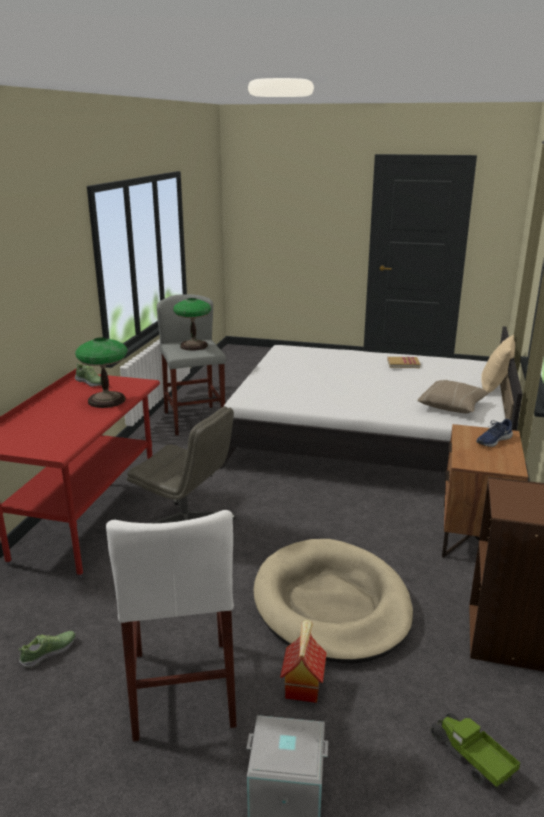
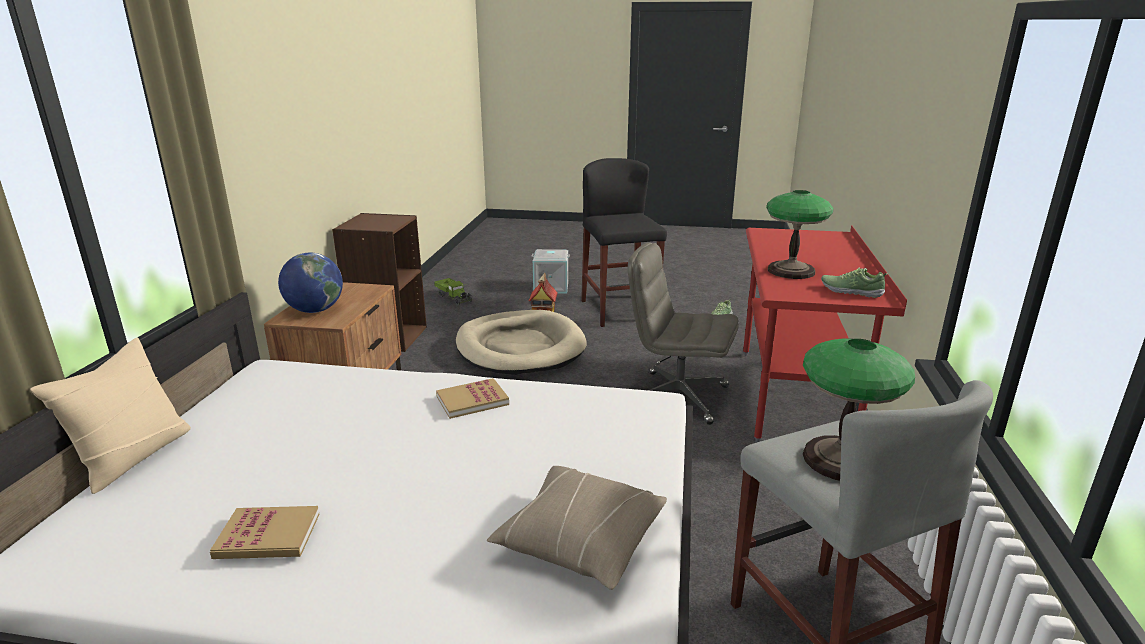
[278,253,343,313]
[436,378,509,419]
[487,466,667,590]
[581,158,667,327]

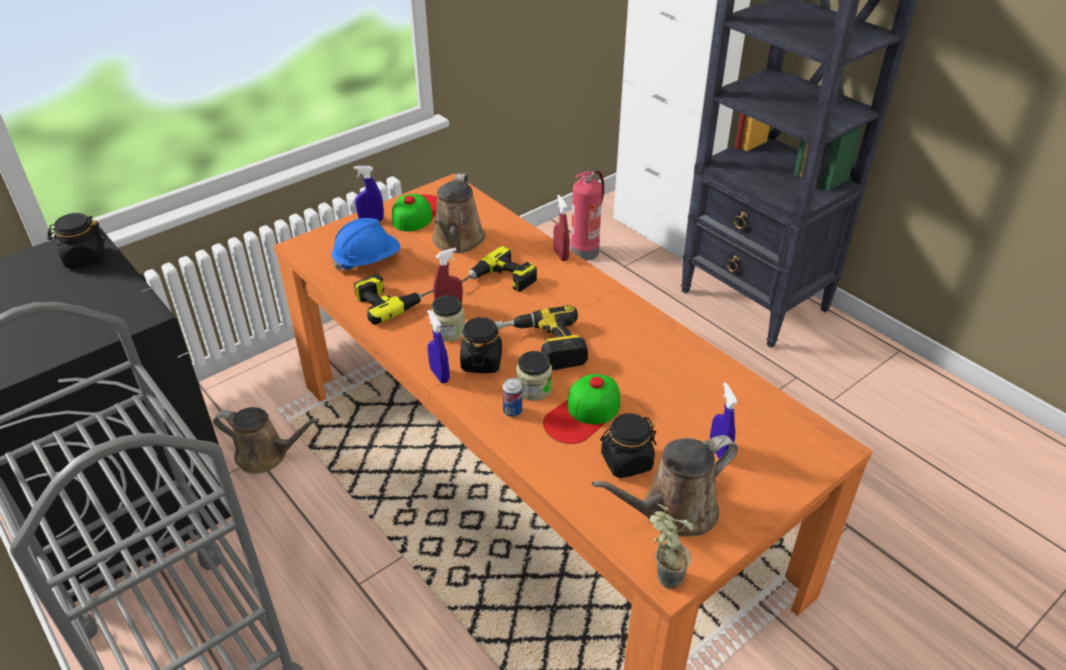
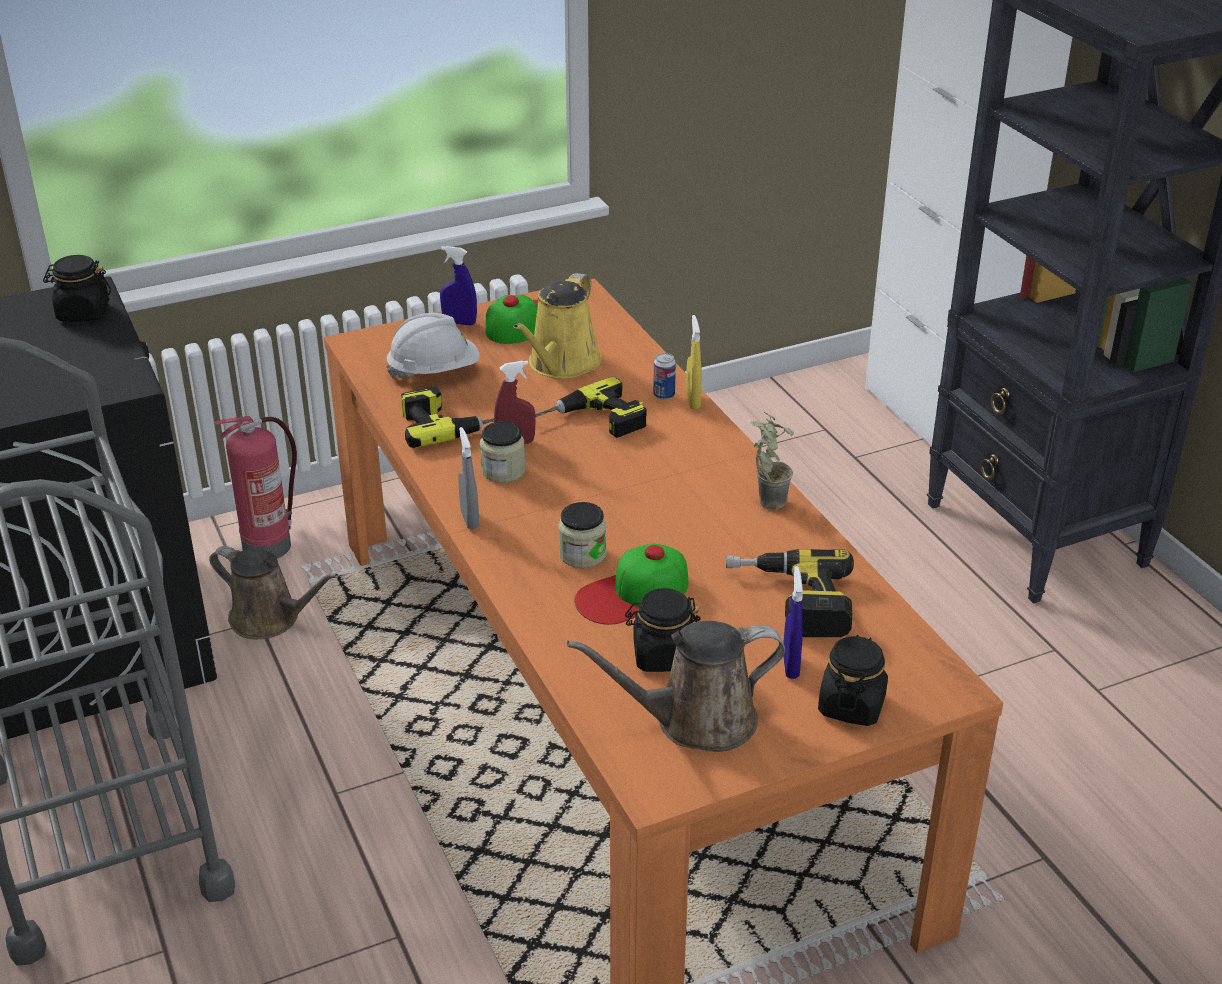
[215,416,297,559]
[386,313,480,379]
[458,427,479,529]
[513,273,602,379]
[653,353,676,400]
[686,315,702,409]
[726,549,854,637]
[751,412,794,510]
[818,635,888,726]

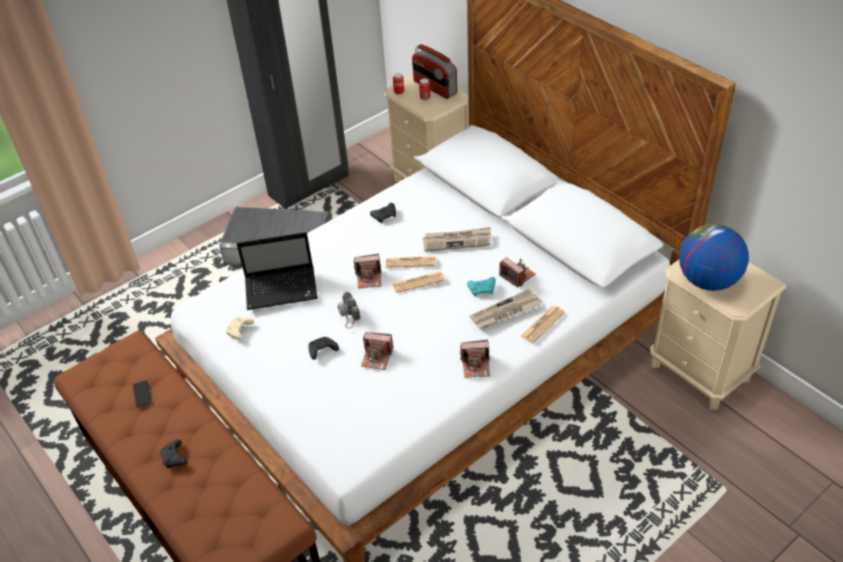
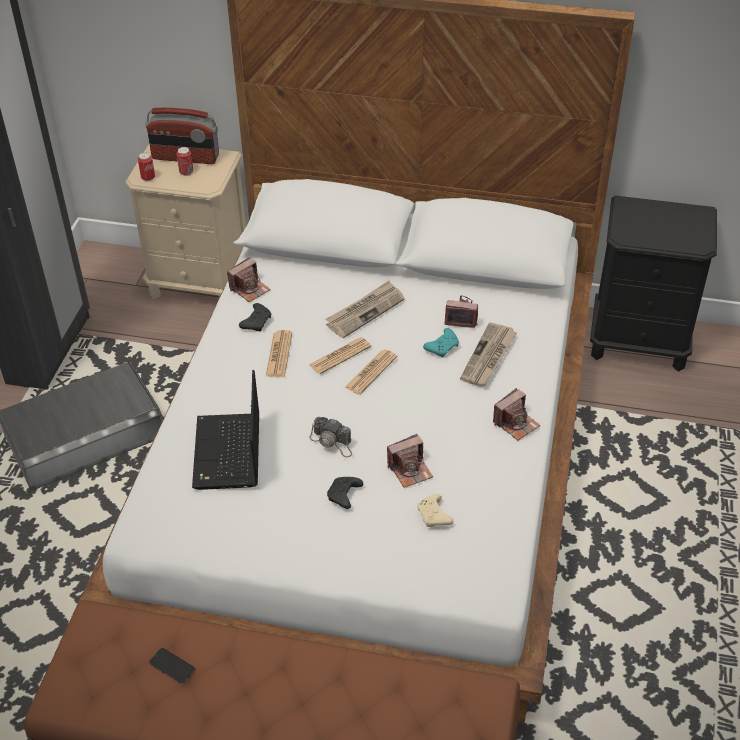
[192,370,259,490]
[227,257,271,302]
[266,330,292,378]
[417,494,453,527]
[590,195,717,372]
[160,439,188,468] (first image)
[679,224,749,291] (first image)

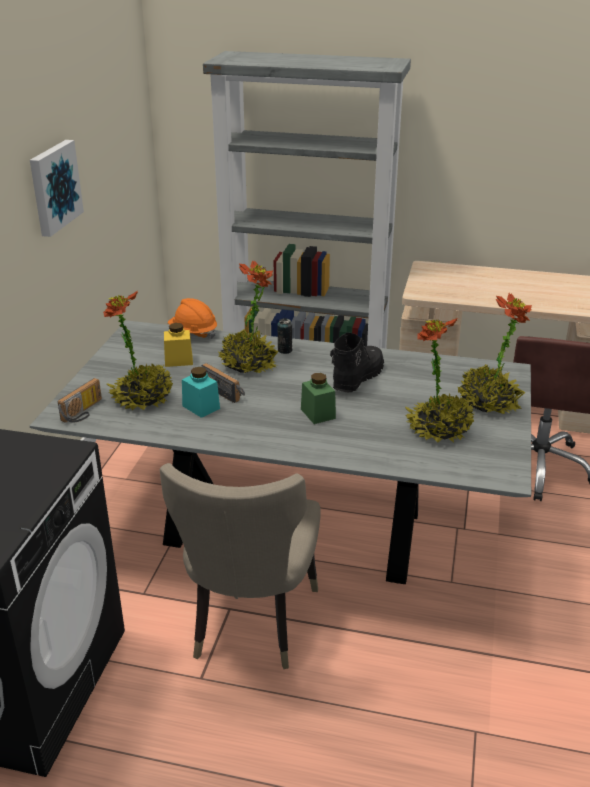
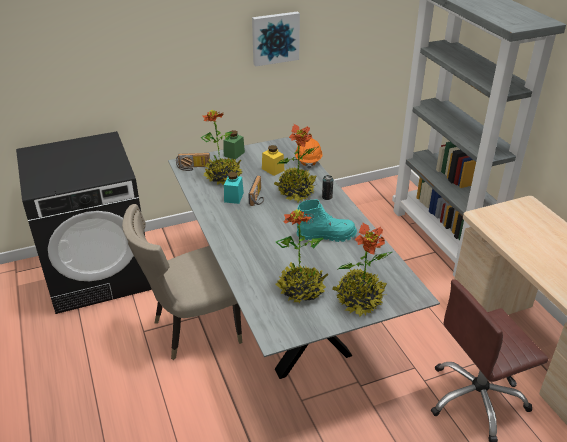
[224,130,245,160]
[296,199,357,242]

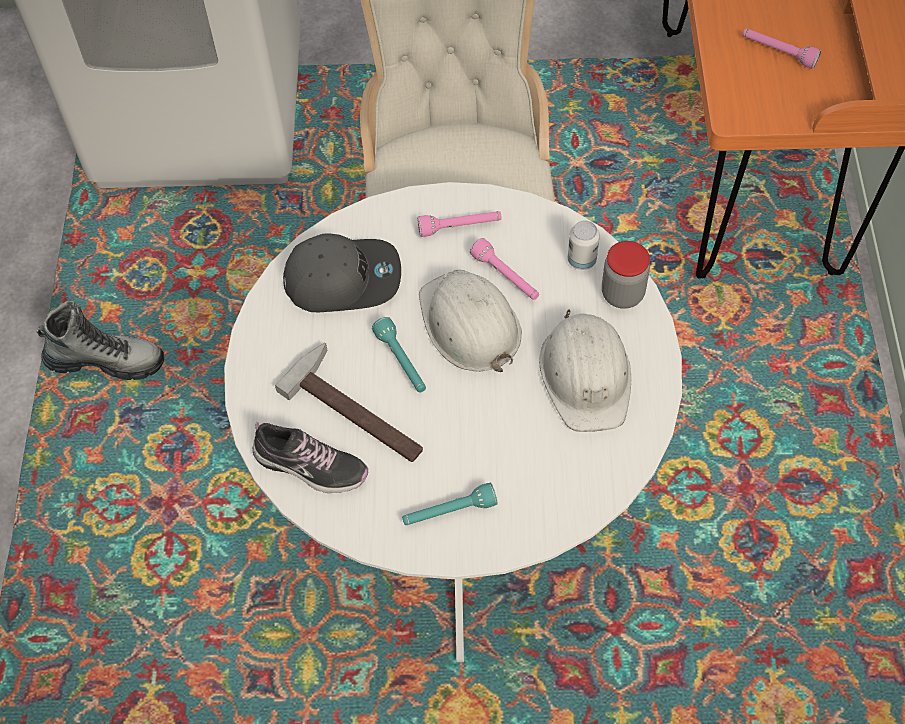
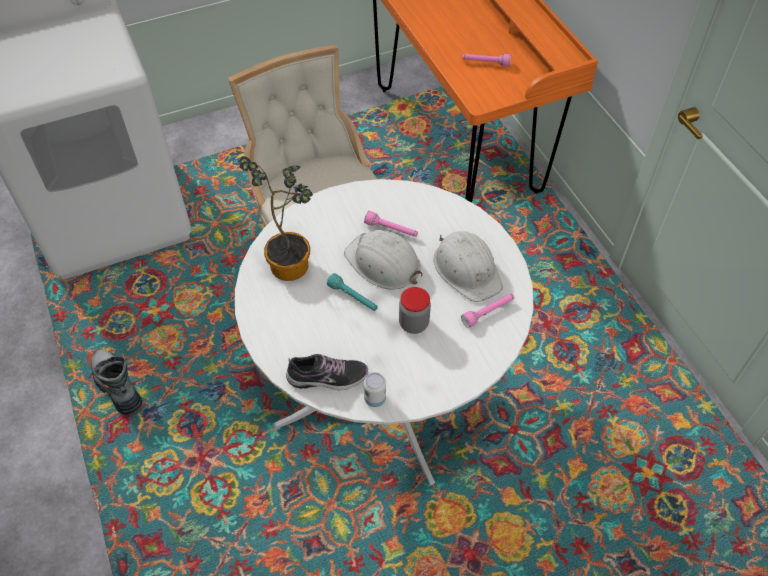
[91,348,142,415]
[240,156,313,281]
[364,372,386,407]
[399,287,431,334]
[461,294,515,328]
[275,343,423,462] (first image)
[402,483,497,525] (first image)

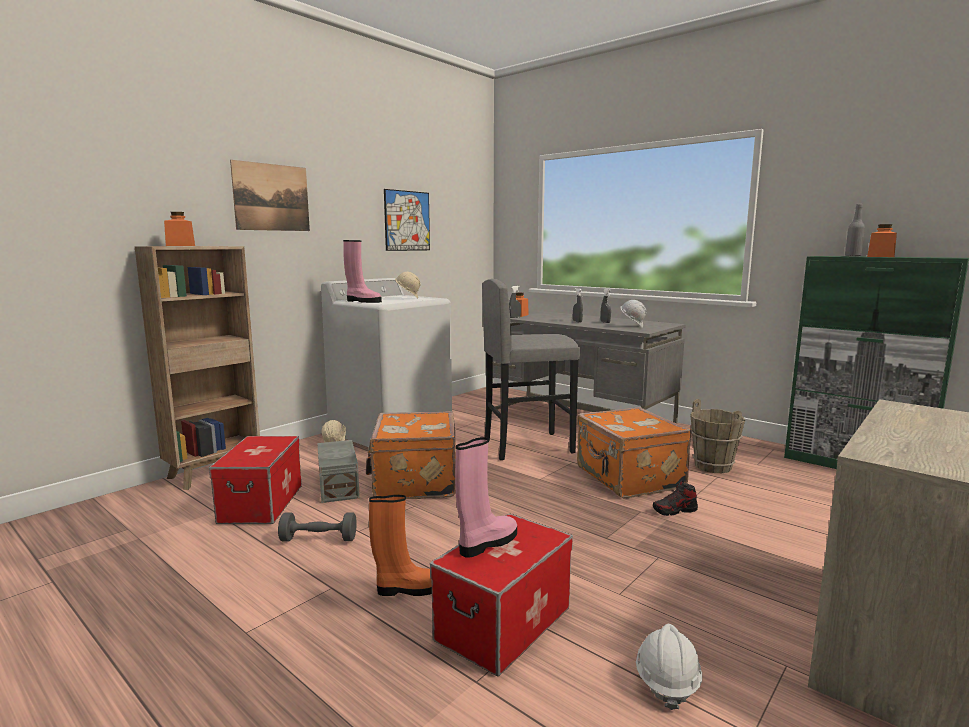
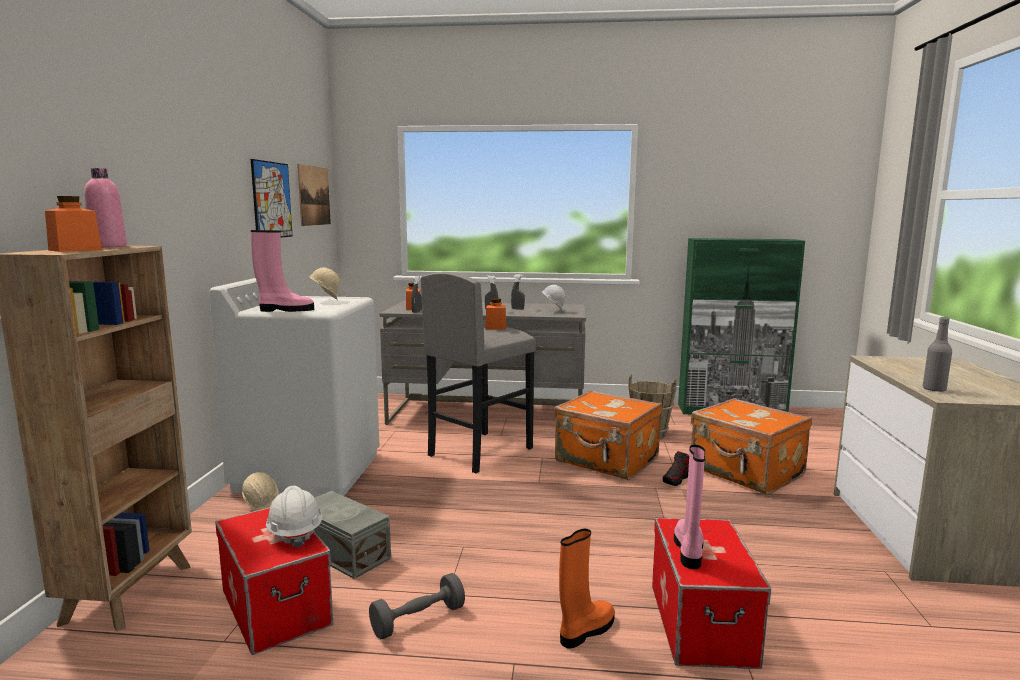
[84,168,127,247]
[266,486,322,548]
[297,164,331,226]
[485,298,506,330]
[691,398,812,495]
[923,317,952,392]

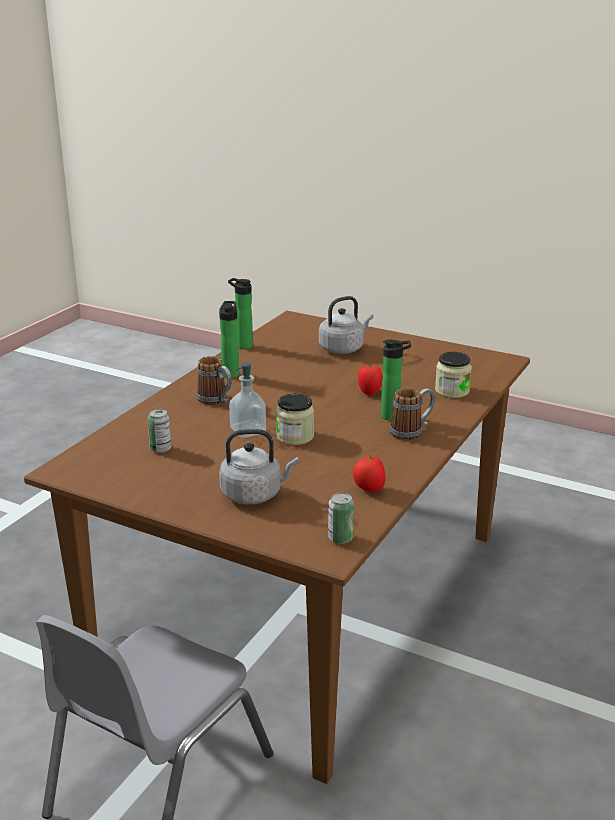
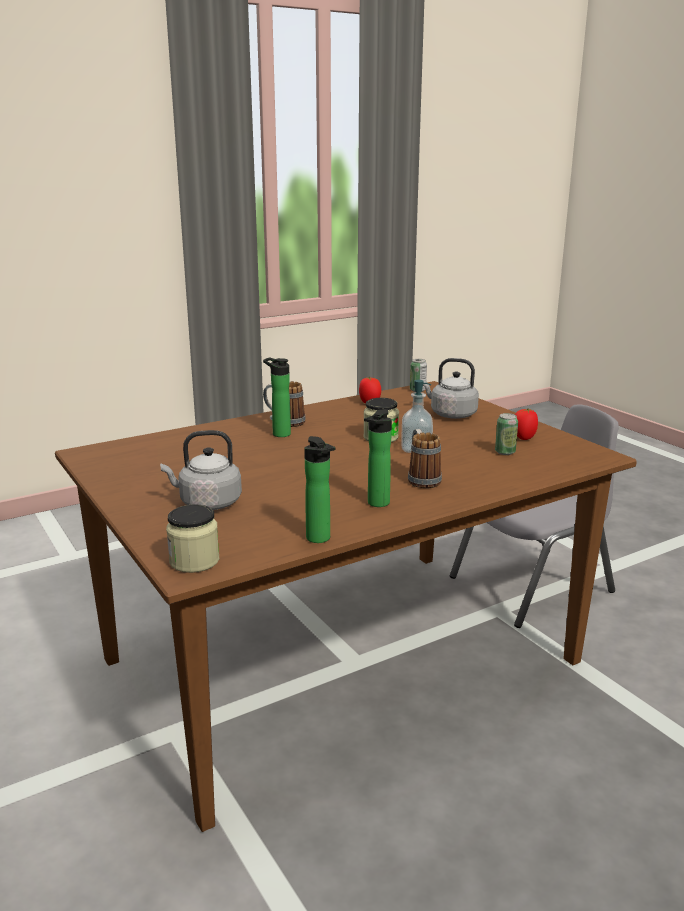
[166,504,219,573]
[515,409,538,440]

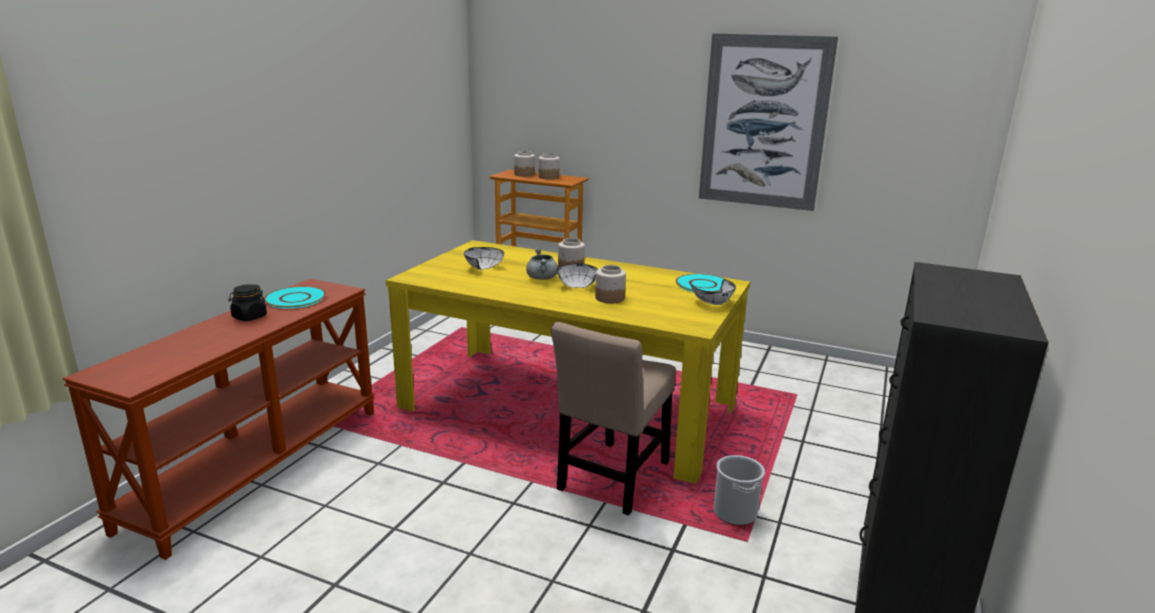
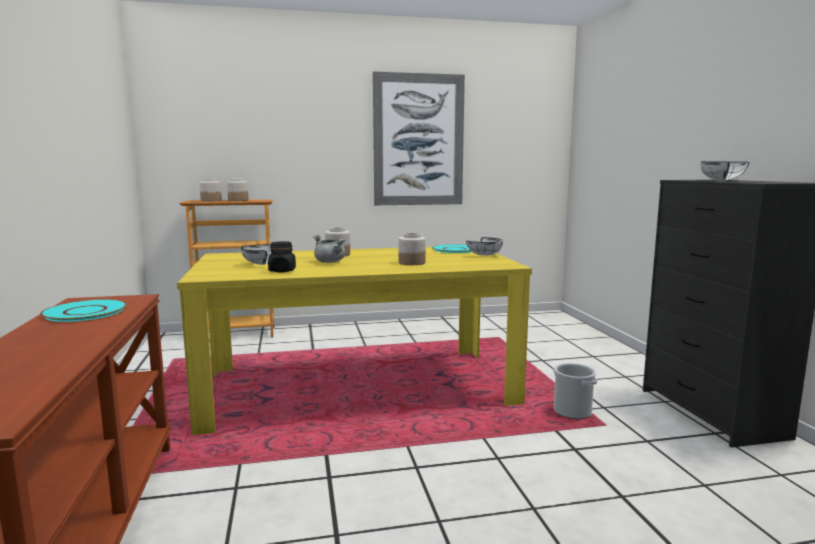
[268,241,296,272]
[701,161,749,181]
[551,322,676,515] (first image)

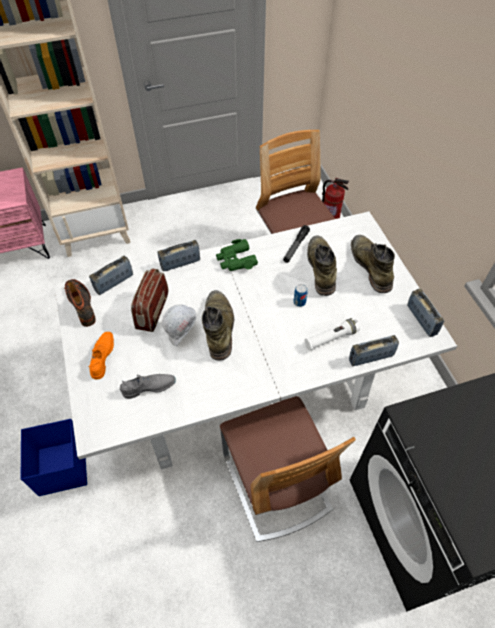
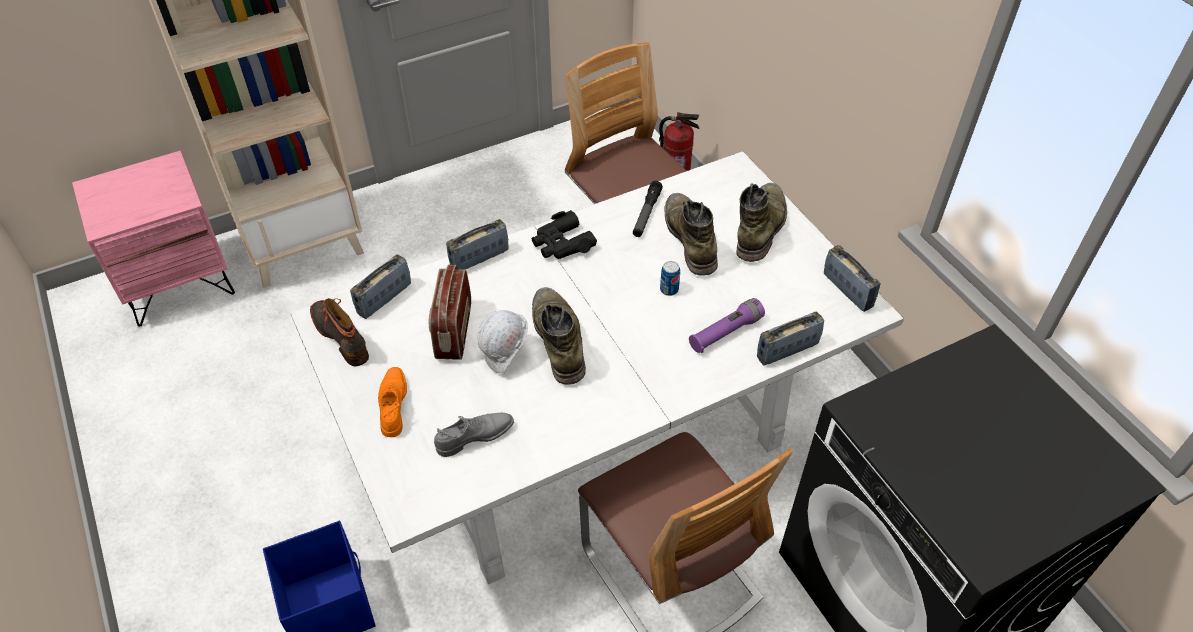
[532,210,597,259]
[689,298,765,353]
[736,183,787,262]

